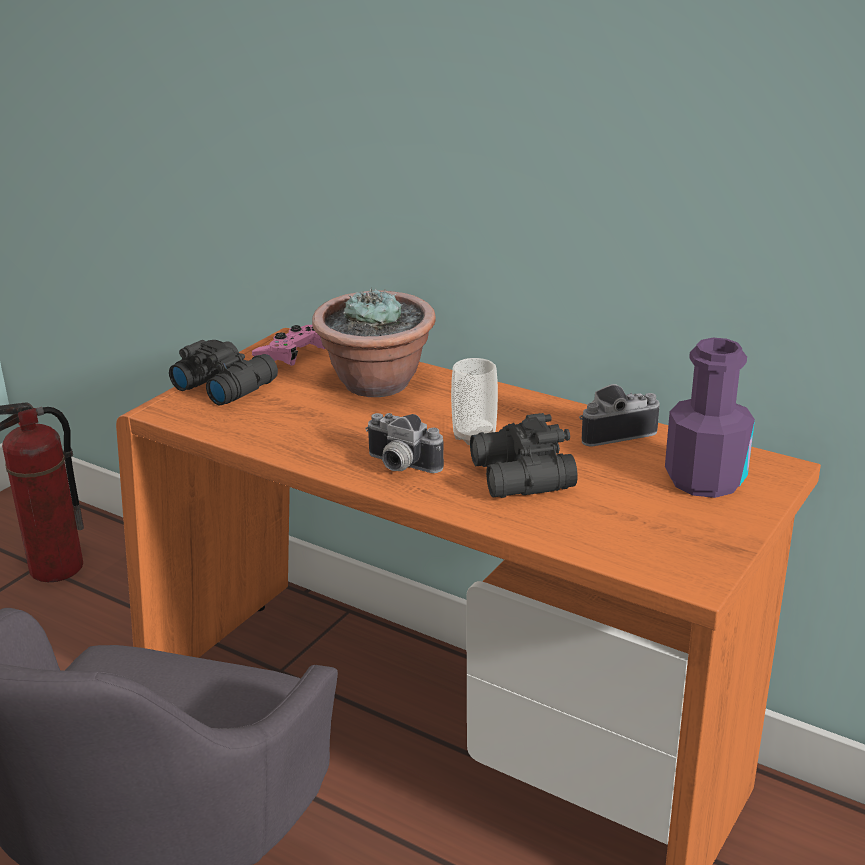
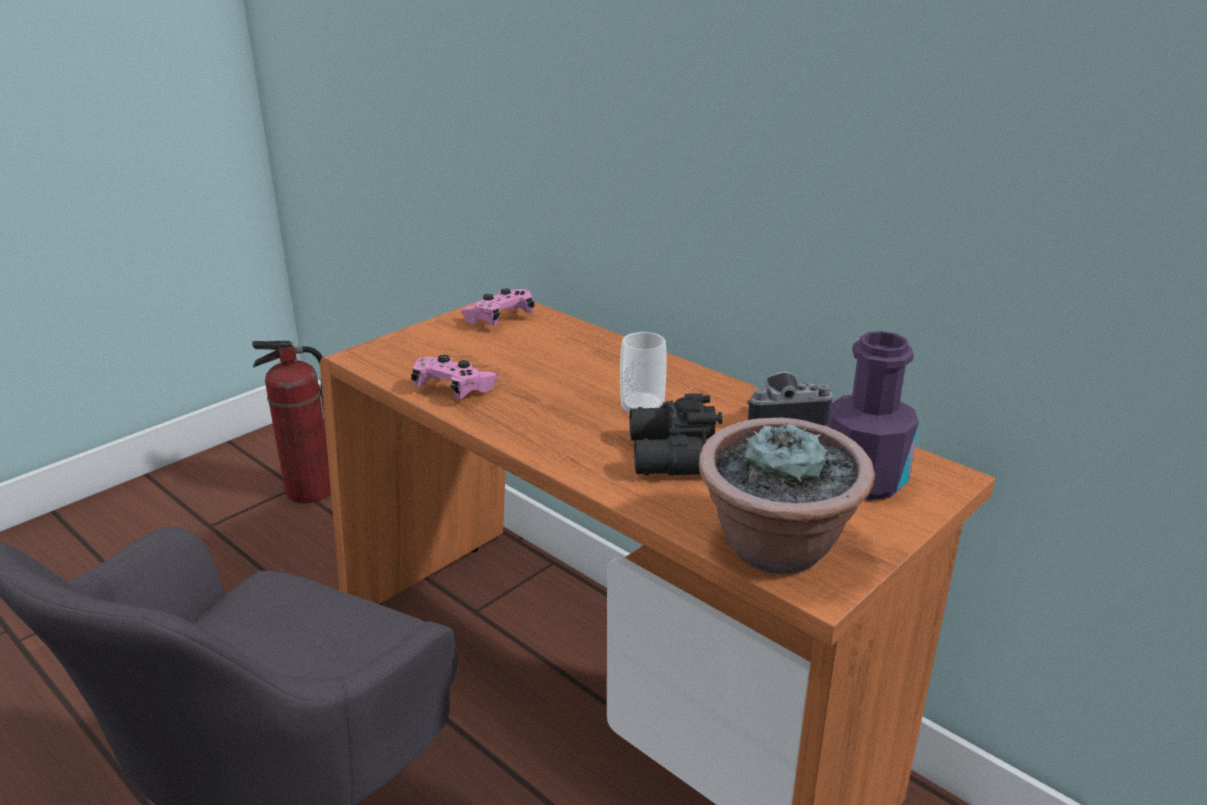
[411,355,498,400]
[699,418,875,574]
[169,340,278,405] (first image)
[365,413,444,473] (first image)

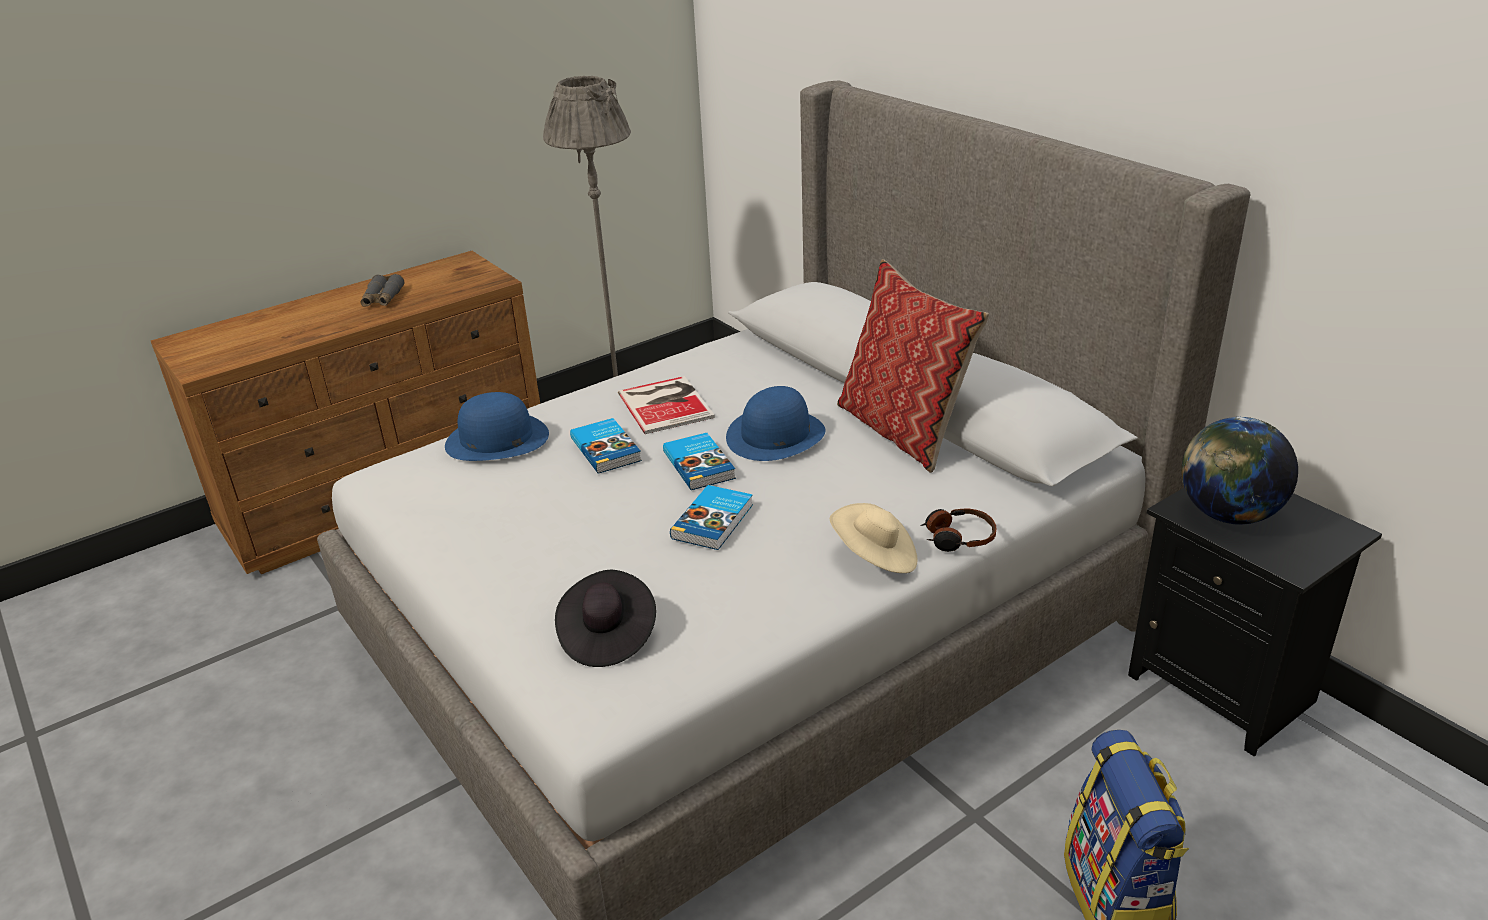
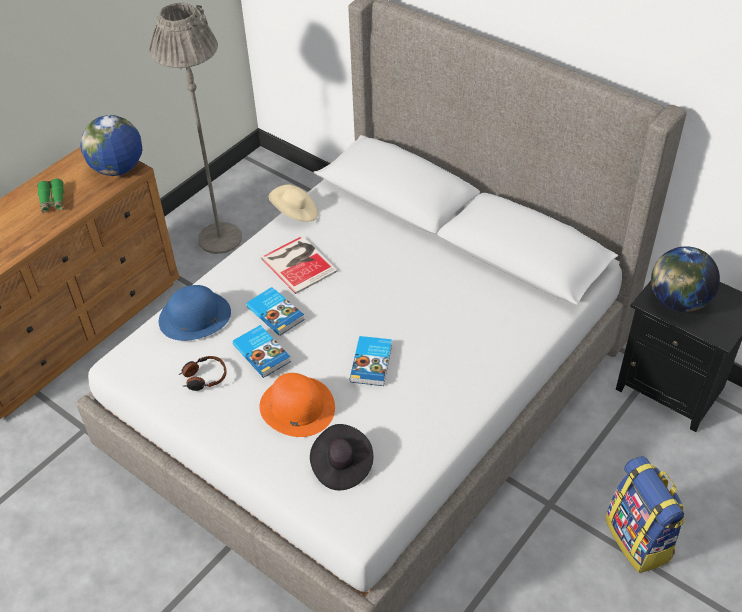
[37,178,64,213]
[80,115,142,176]
[179,356,227,391]
[233,325,291,378]
[259,373,335,437]
[269,184,318,222]
[726,386,825,461] (first image)
[837,259,989,473] (first image)

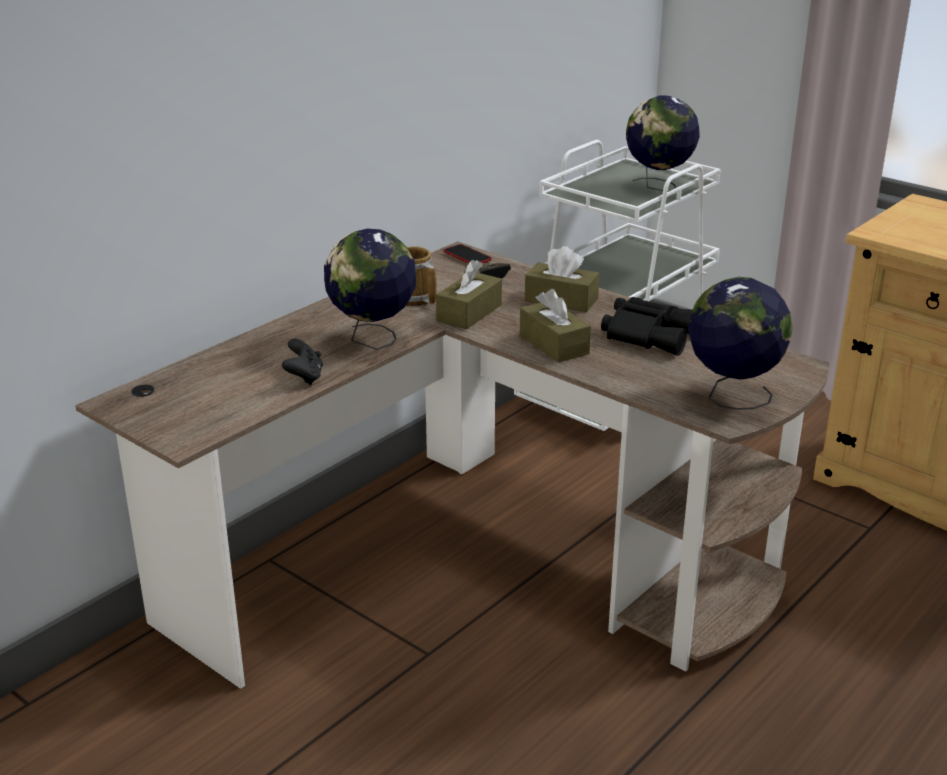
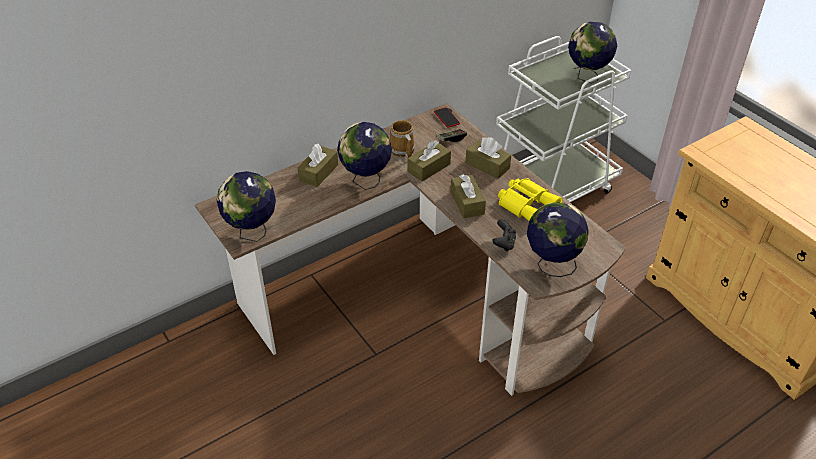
[217,171,276,242]
[297,144,338,187]
[492,219,516,252]
[498,178,562,221]

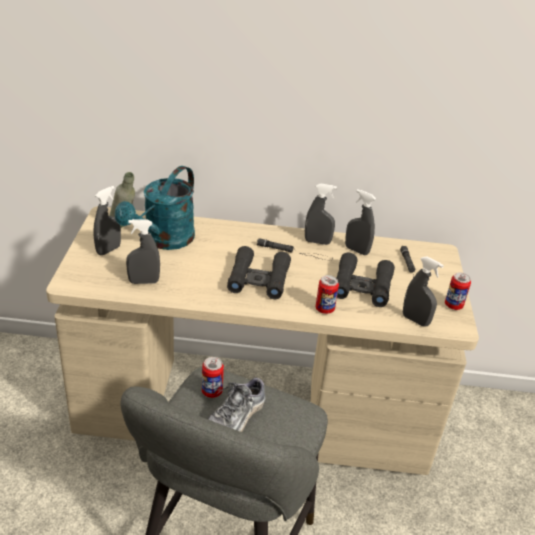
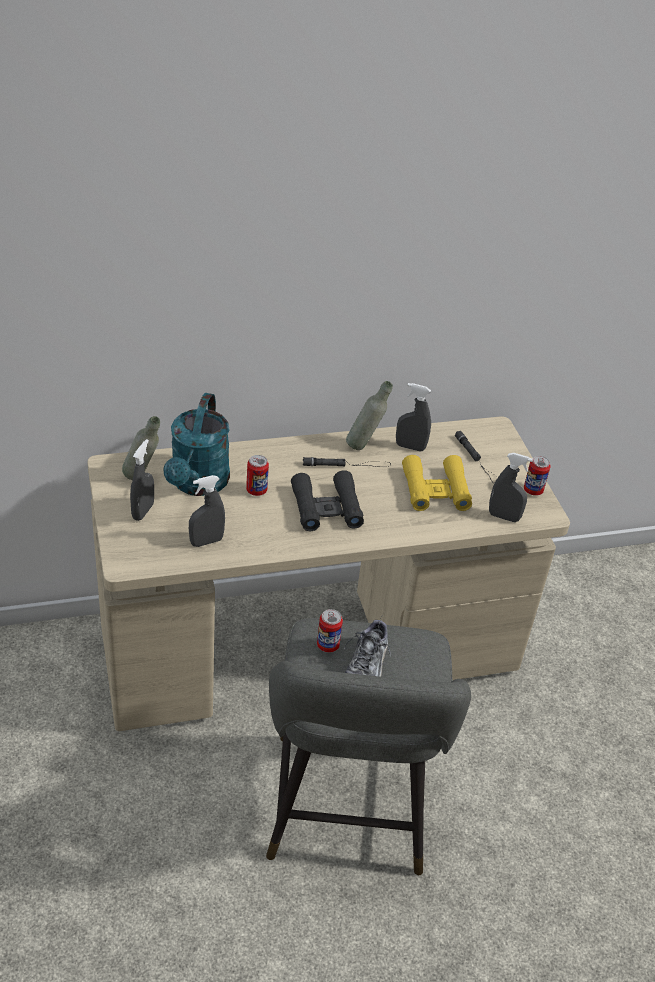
[246,455,269,496]
[346,381,393,450]
[402,455,472,511]

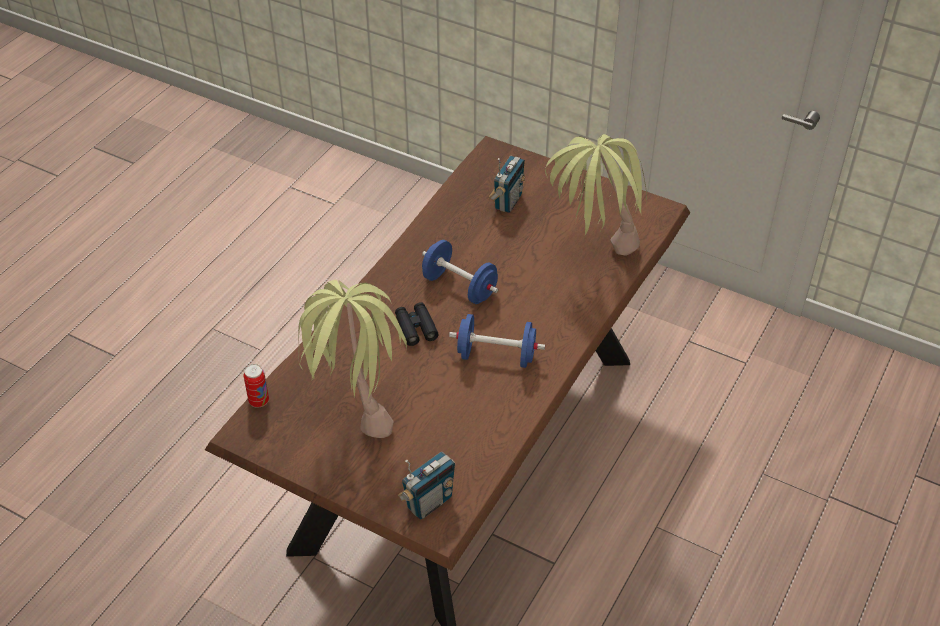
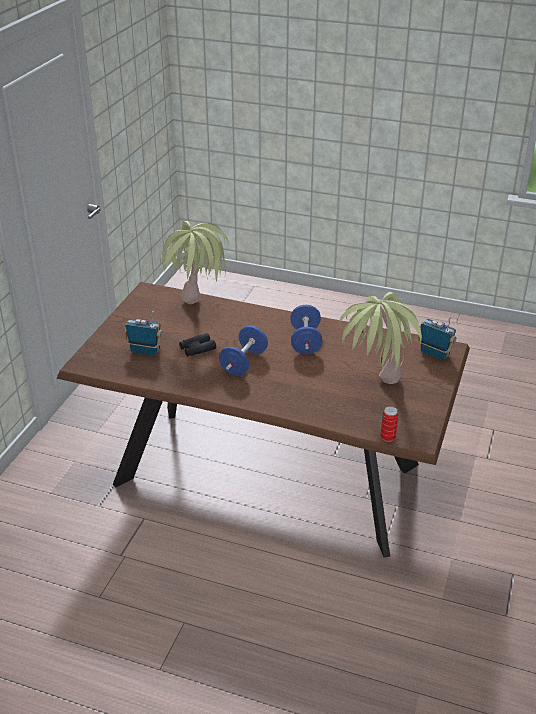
[179,333,216,357]

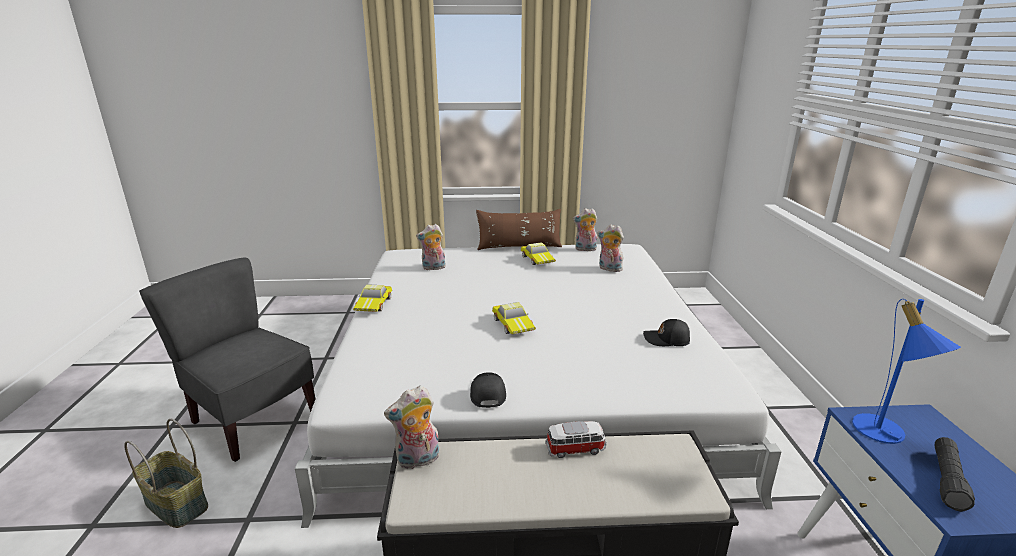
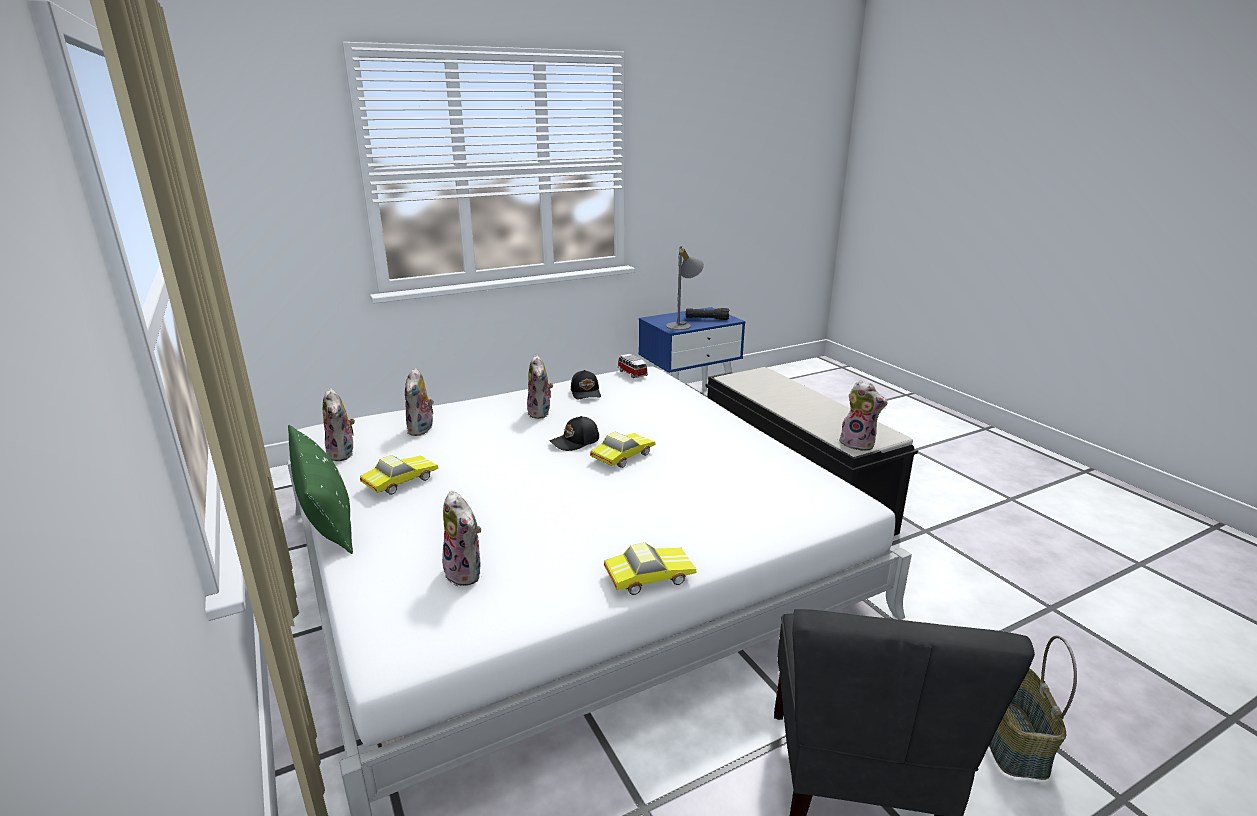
[288,425,353,554]
[527,354,553,419]
[550,416,599,451]
[618,354,648,378]
[666,246,704,330]

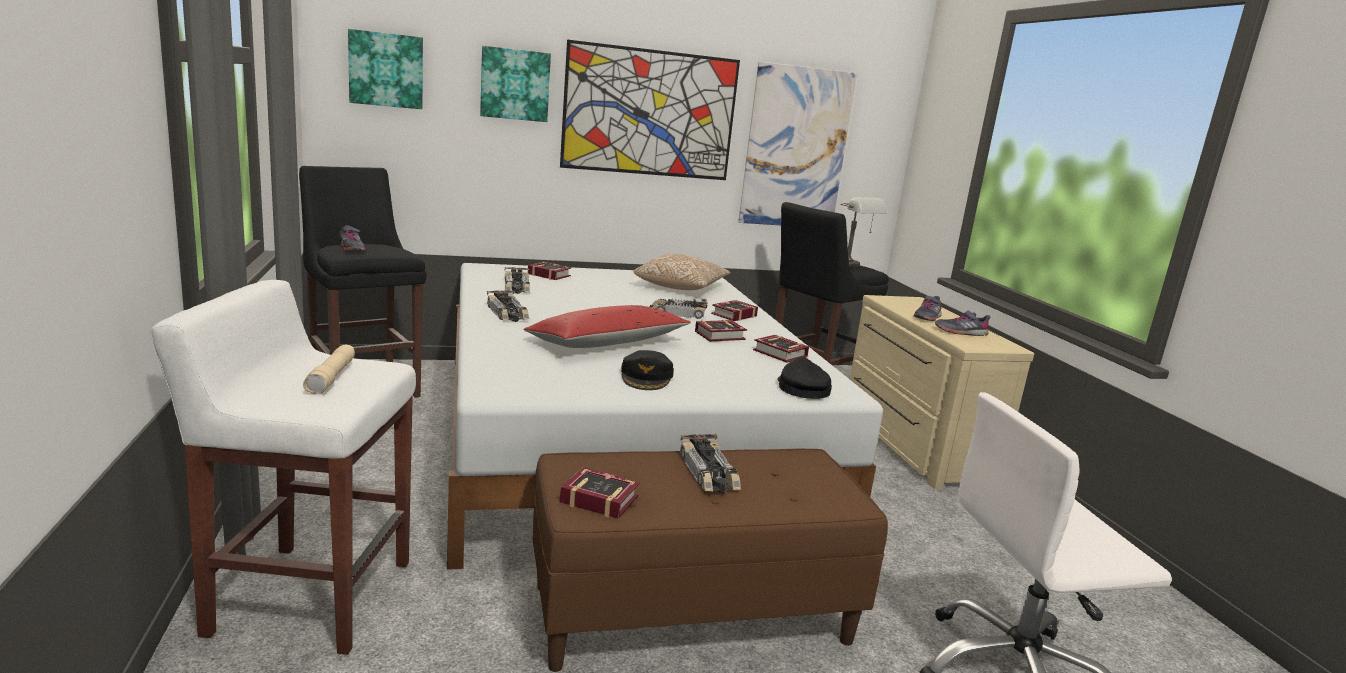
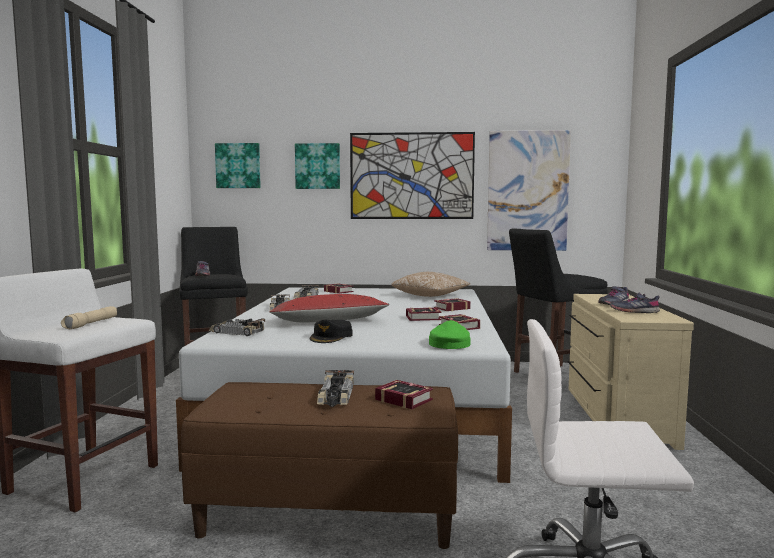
[209,318,265,336]
[375,380,433,409]
[429,320,471,349]
[840,197,887,267] (first image)

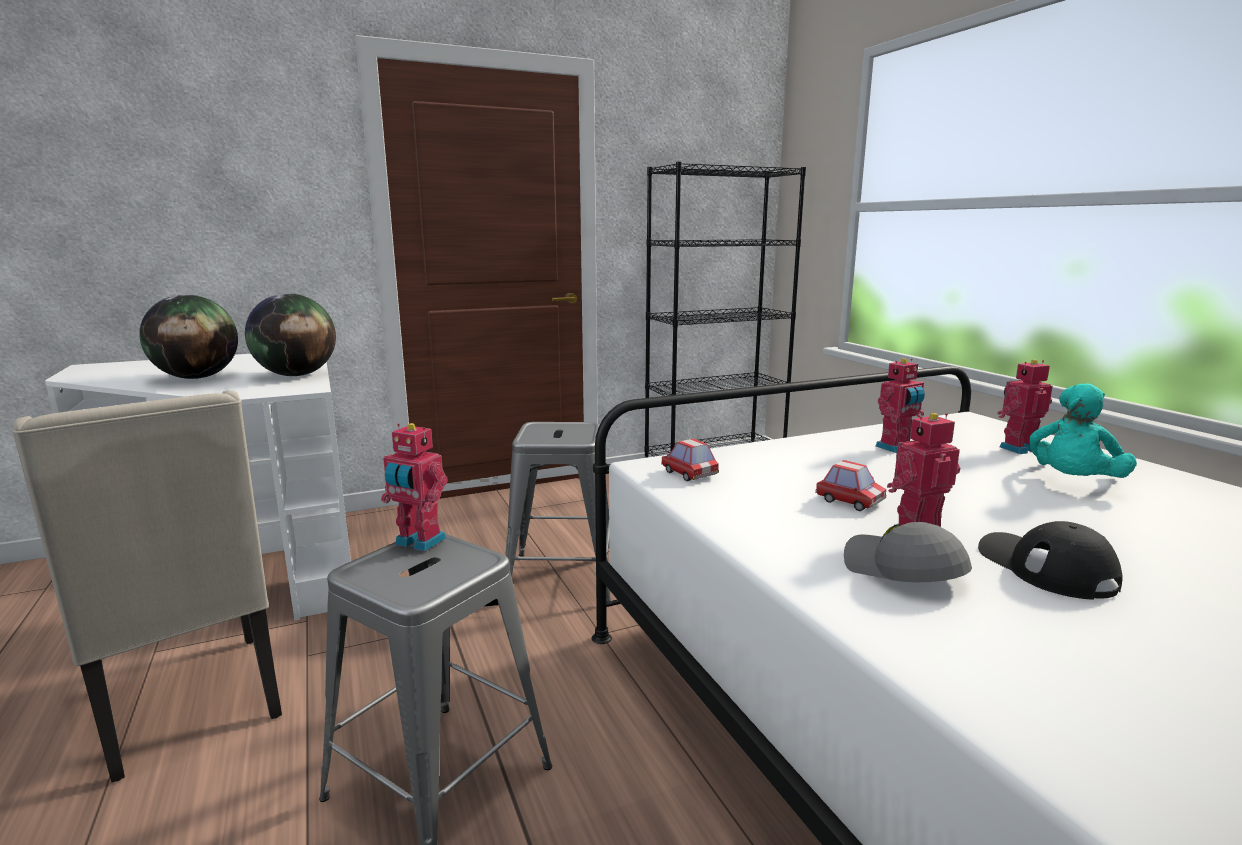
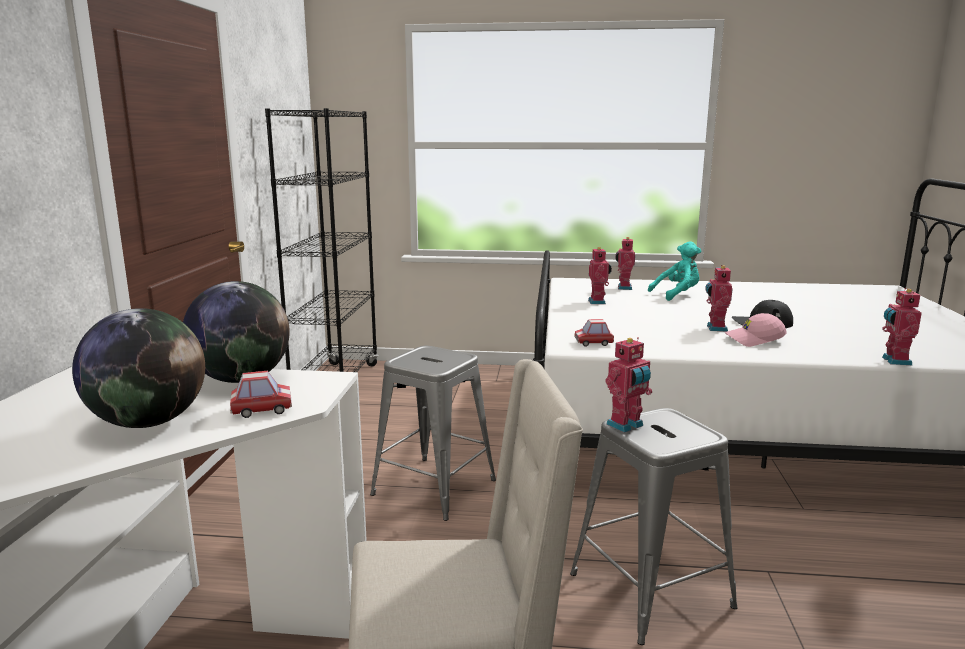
[230,371,292,418]
[648,242,701,301]
[725,313,787,347]
[882,288,922,365]

